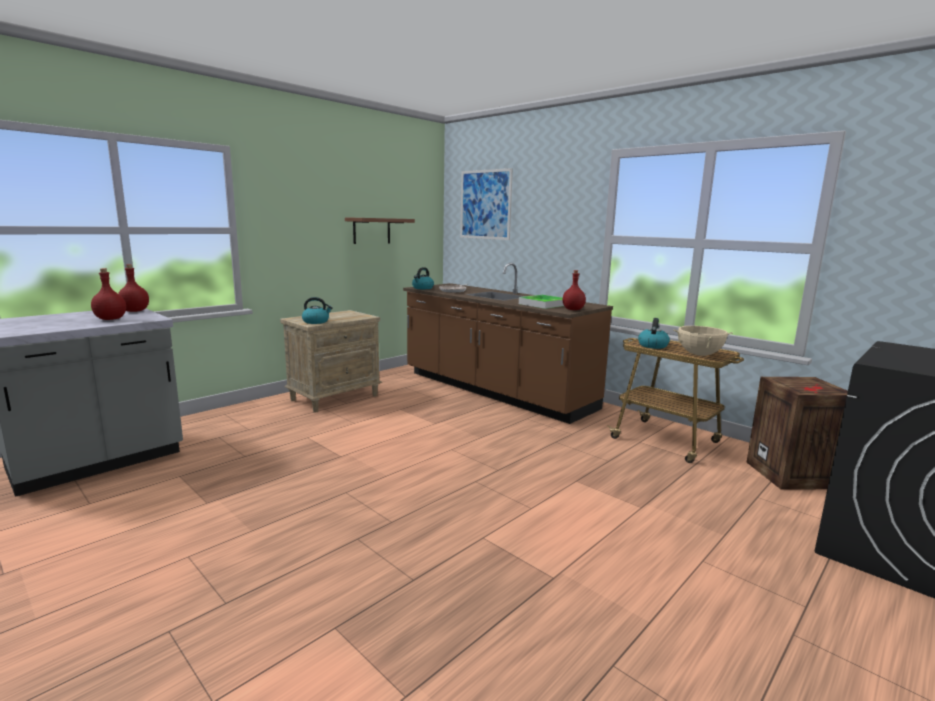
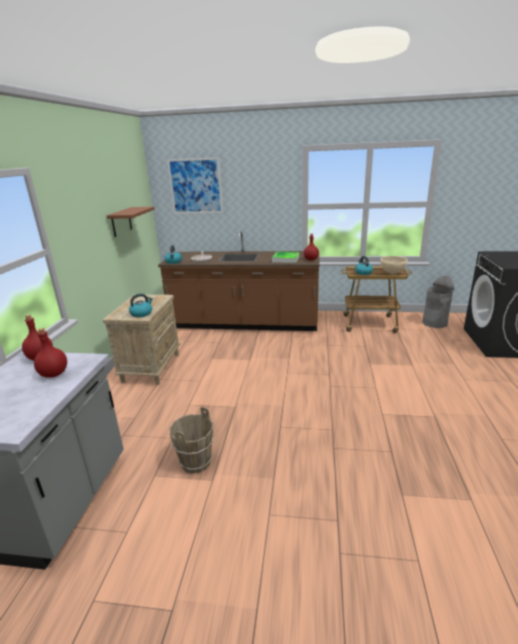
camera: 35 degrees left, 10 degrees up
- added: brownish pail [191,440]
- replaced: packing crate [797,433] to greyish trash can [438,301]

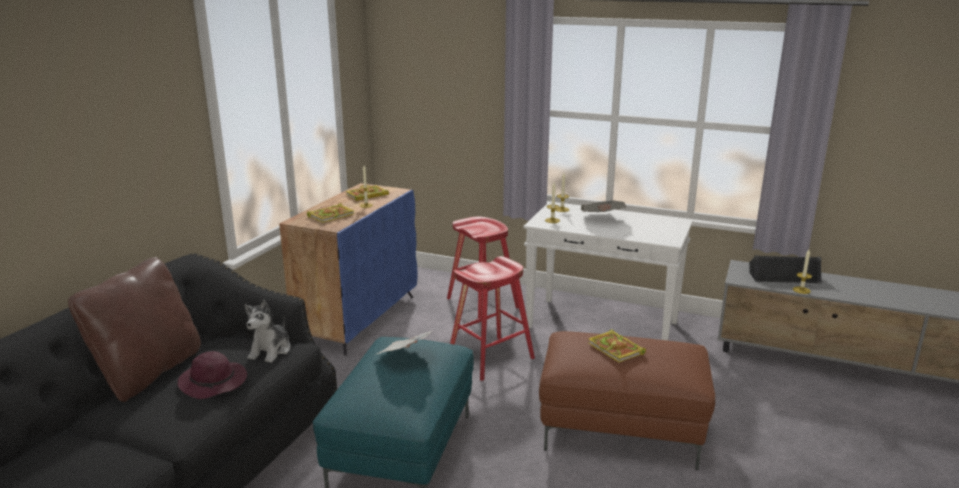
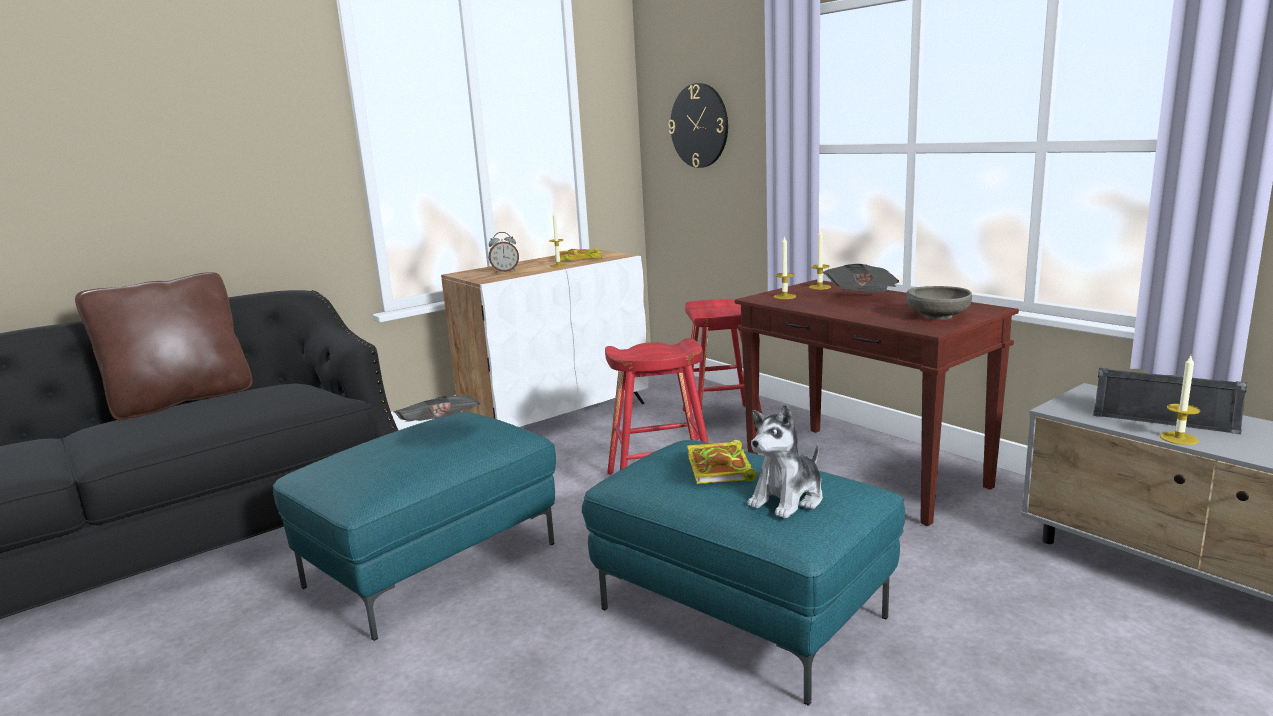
camera: 30 degrees right, 5 degrees down
- removed: purple wearable hat [212,375]
- added: clock on the wall [698,125]
- added: greyish deep dish [939,303]
- moved: plush toy [267,331] to [785,461]
- replaced: book [330,213] to bedside clock [504,252]
- recoloured: blue-coloured storage cabinet [348,269] to white storage cabinet [545,338]
- recoloured: white narrow table [608,271] to brownish narrow table [877,403]
- recoloured: brownish pouffe [627,400] to blue-green pouffe [743,573]

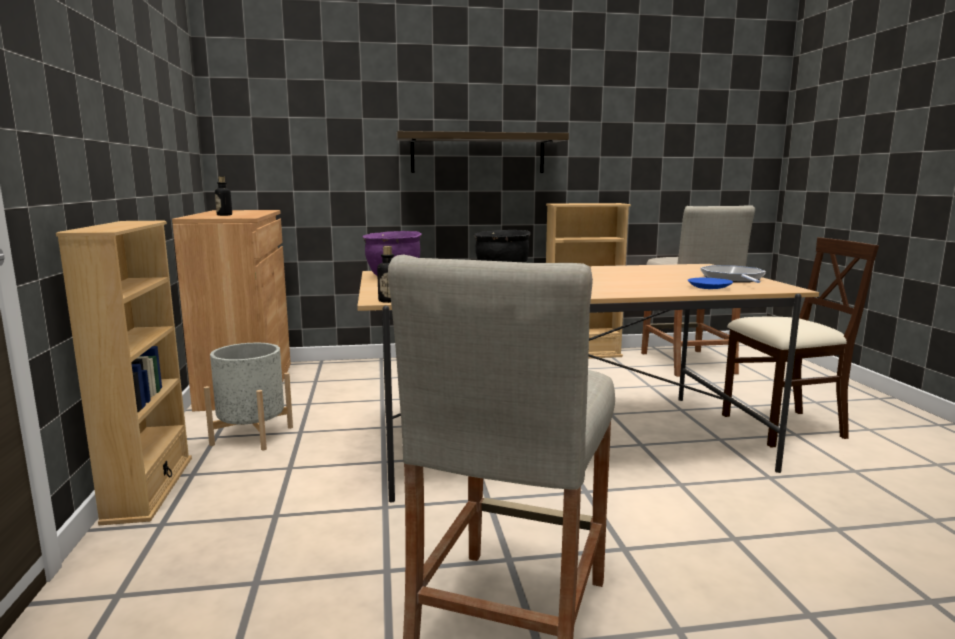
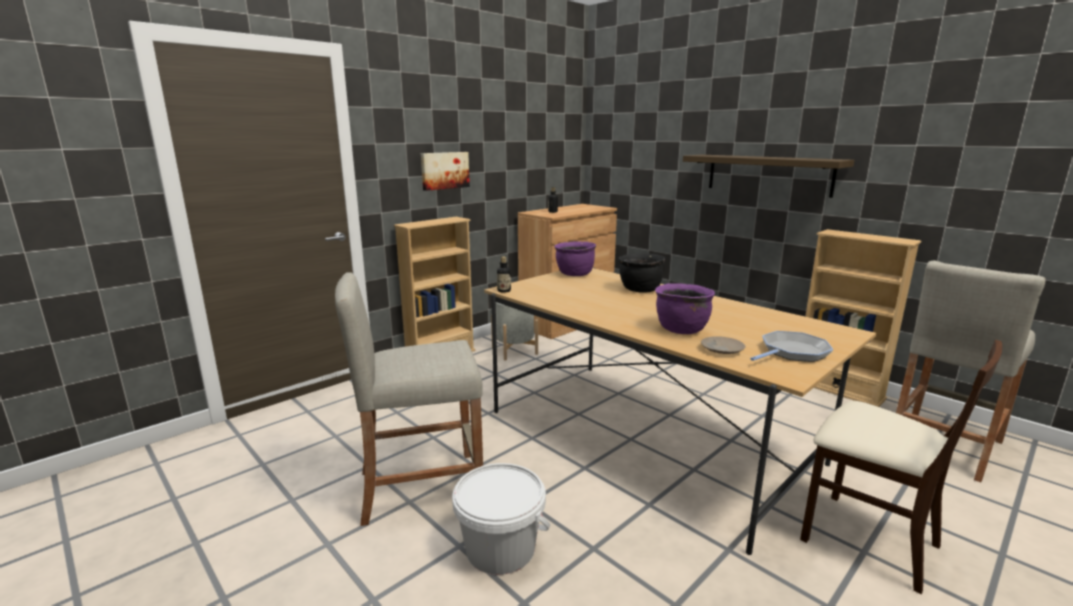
camera: 55 degrees right, 5 degrees up
- added: wall art [445,171]
- added: white pail [501,519]
- added: purple stockpot [685,308]
- recoloured: blue-coloured dinner plate [710,283] to sand-coloured dinner plate [723,345]

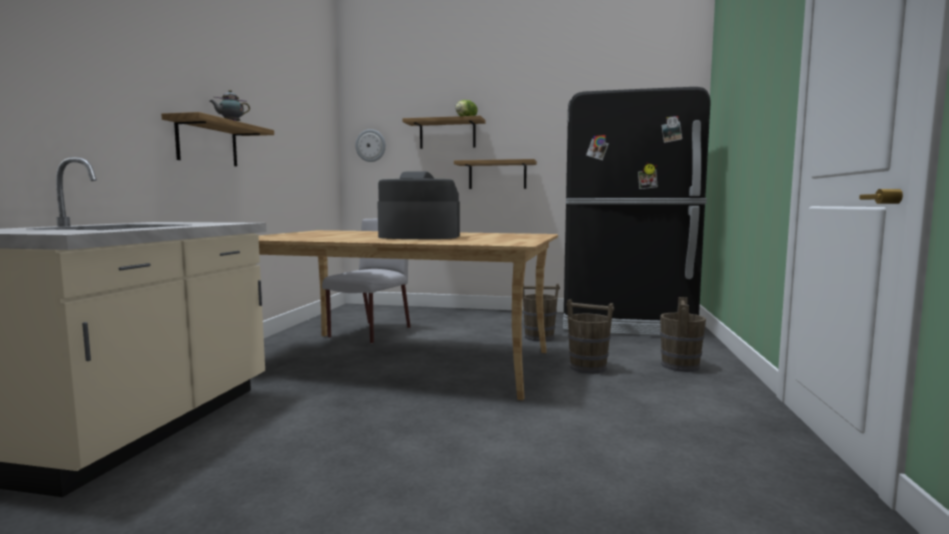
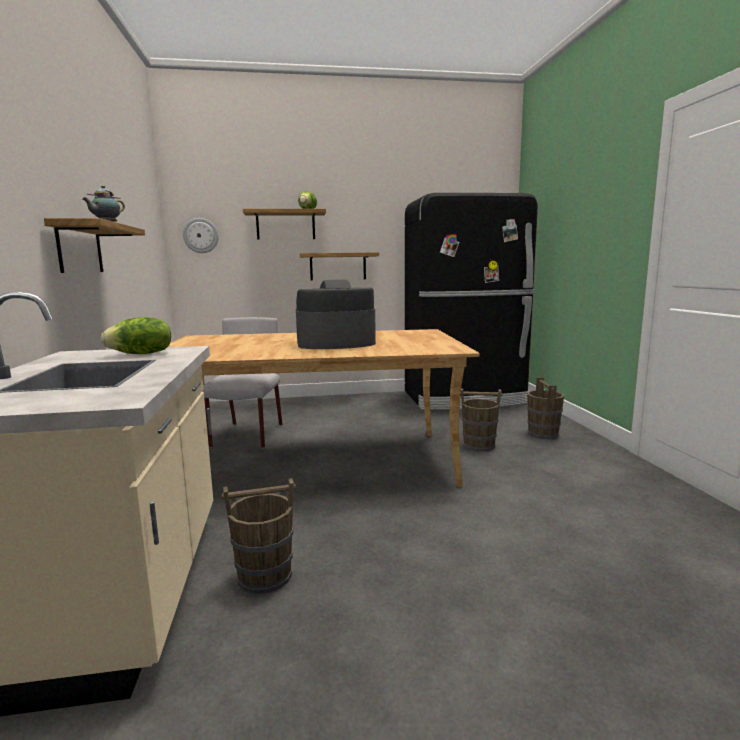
camera: 20 degrees left, 5 degrees up
- added: lettuce [136,335]
- moved: brownish pail [541,312] to [258,536]

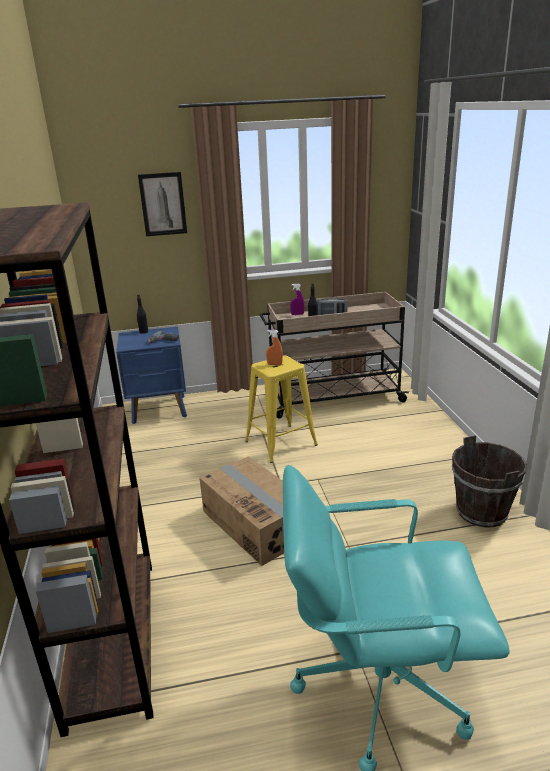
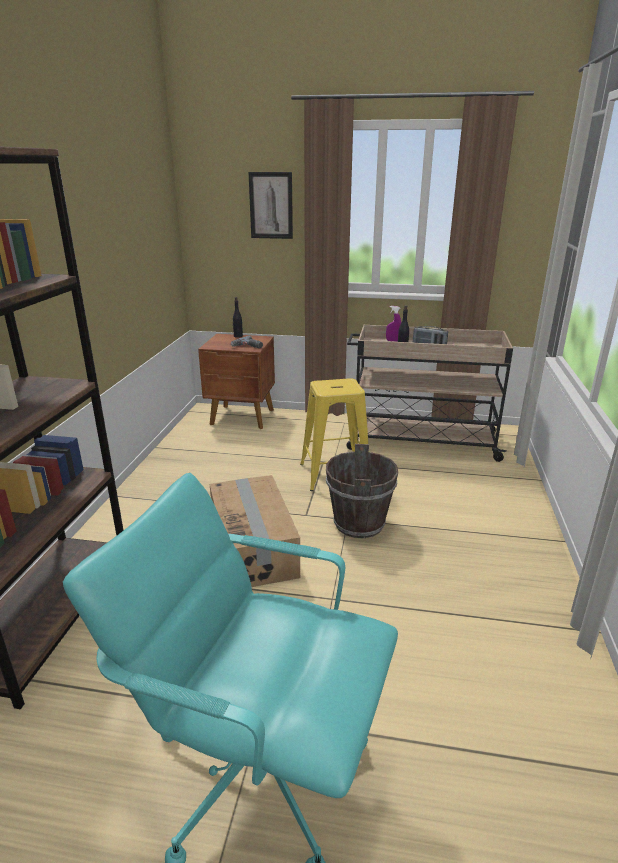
camera: 20 degrees right, 0 degrees up
- removed: orange hand sprayer [274,347]
- moved: brownish pail [489,481] to [362,491]
- recoloured: blue-coloured nightstand [151,375] to brownish nightstand [236,381]

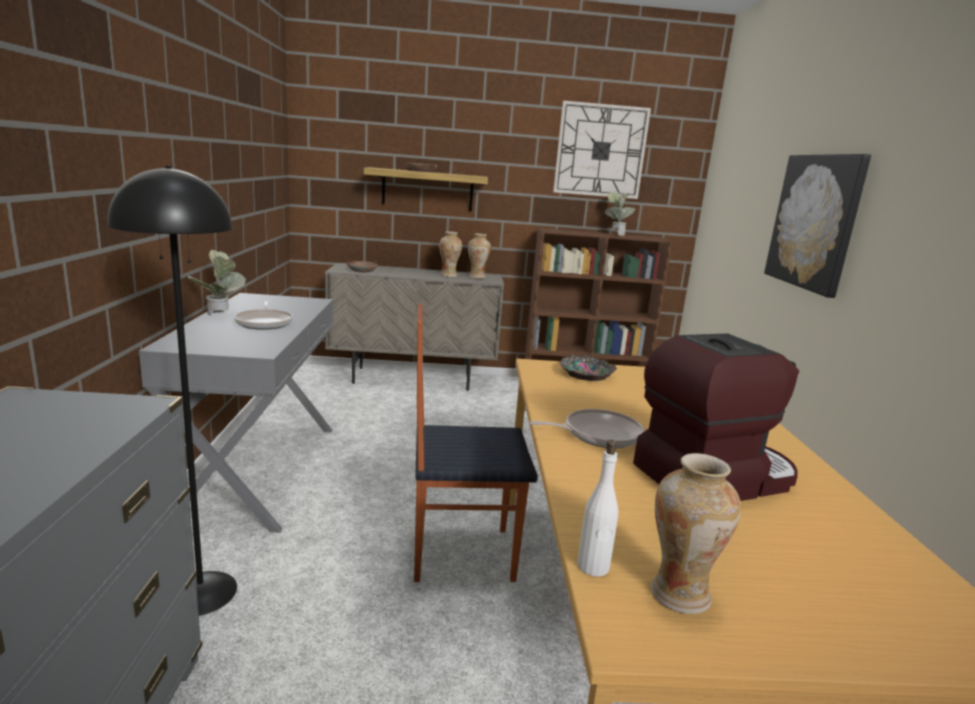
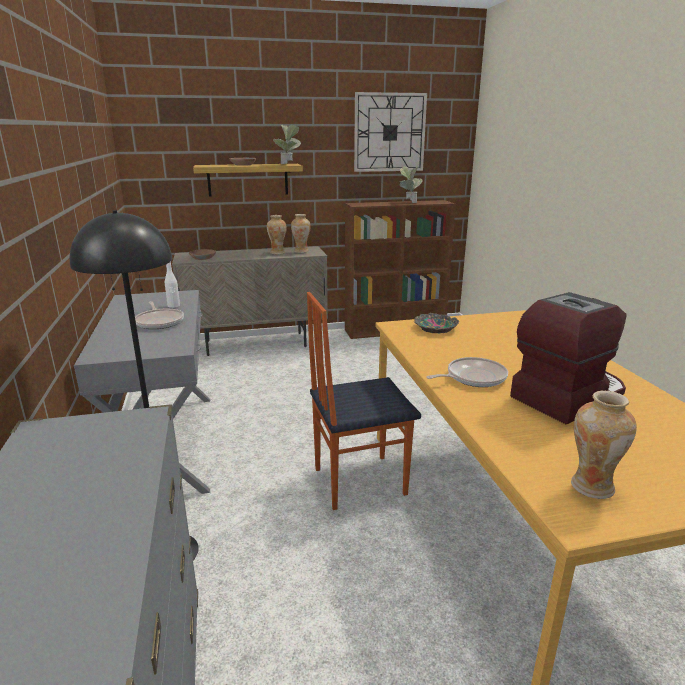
camera: 10 degrees left, 5 degrees up
- removed: wall art [817,226]
- moved: plant in a pot [217,282] to [287,144]
- moved: white beverage bottle [598,508] to [172,285]

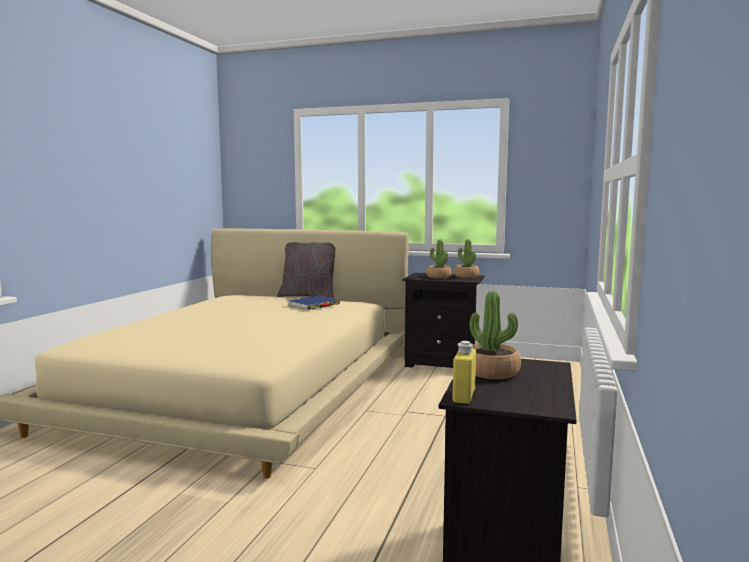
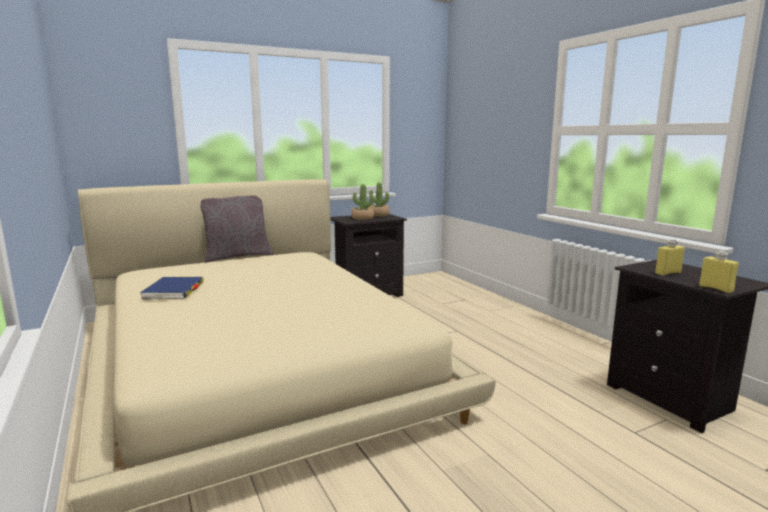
camera: 45 degrees left, 5 degrees up
- moved: blue-coloured book [314,303] to [172,288]
- replaced: plant in a pot [495,335] to yellowish beverage bottle [670,257]

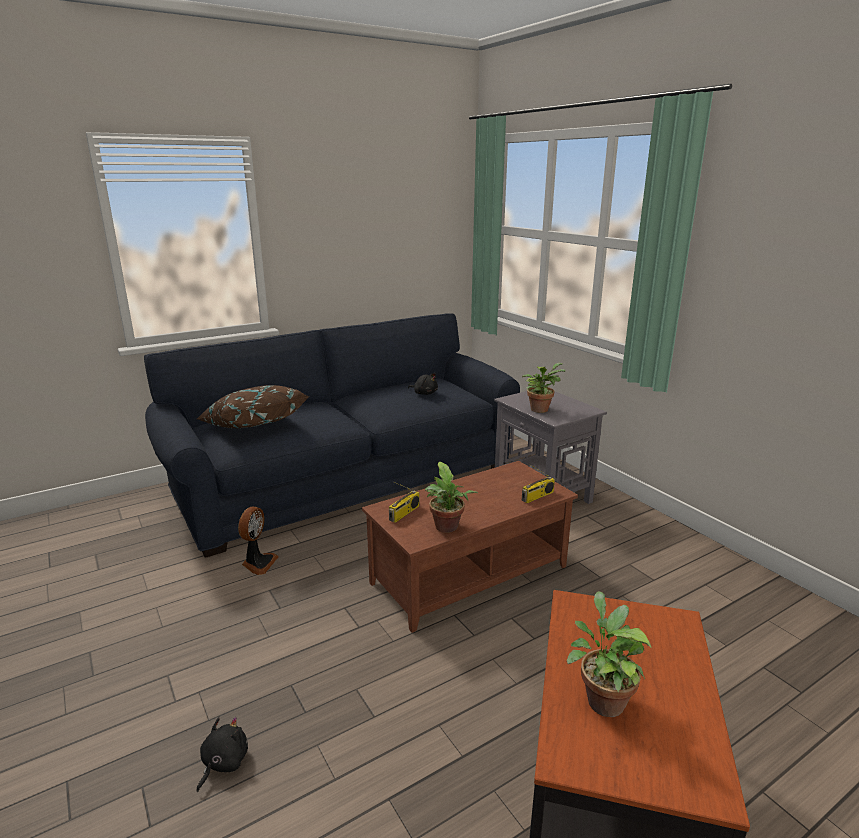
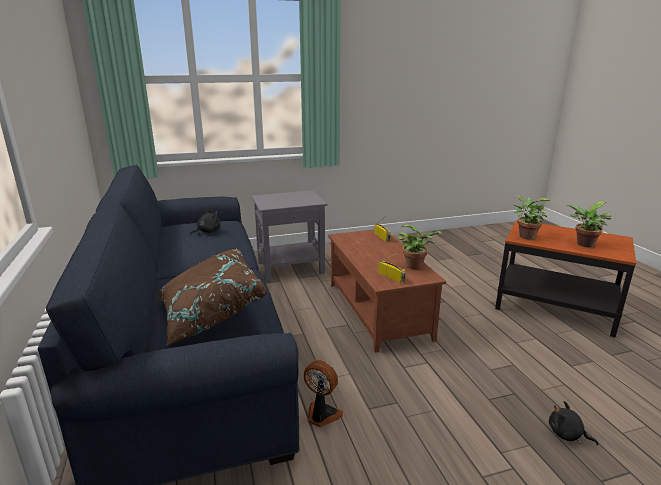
camera: 75 degrees left, 0 degrees up
- moved: plant in a pot [543,388] to [532,217]

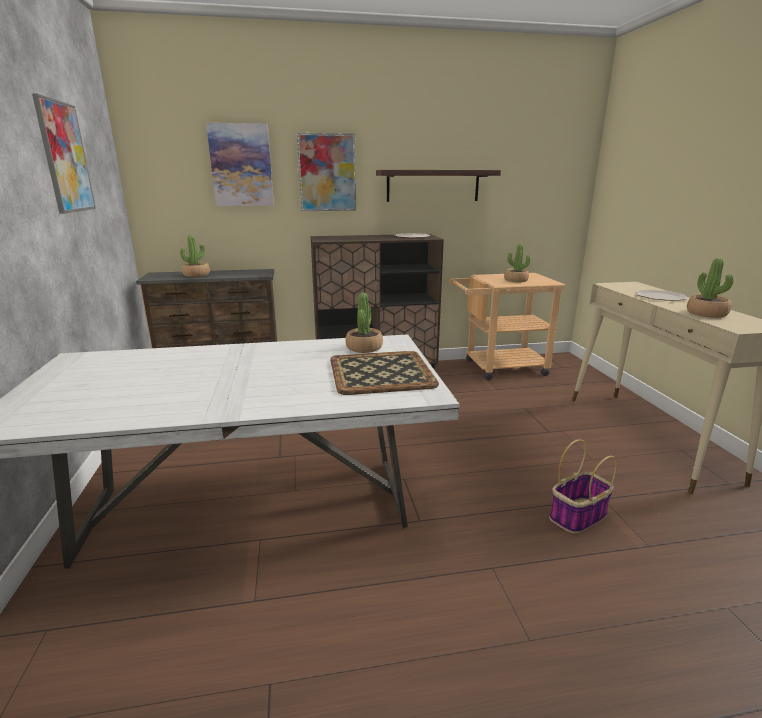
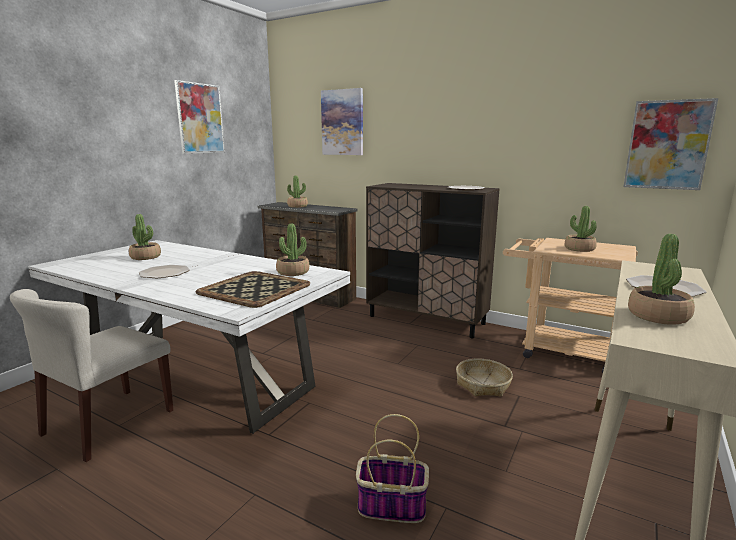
camera: 40 degrees right, 5 degrees down
- removed: shelf [438,186]
- added: sand-coloured plain chair [91,375]
- added: plant in a pot [145,237]
- added: dinner plate [164,271]
- added: household basket [484,377]
- moved: wall art [326,172] to [670,144]

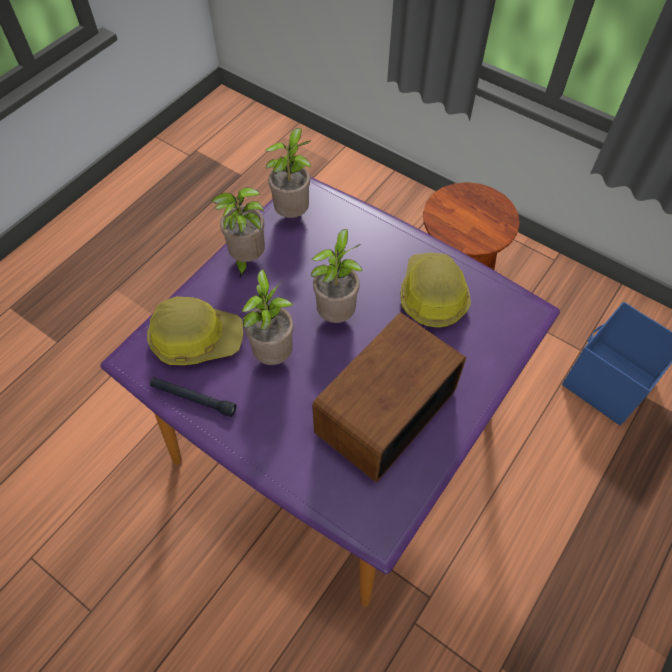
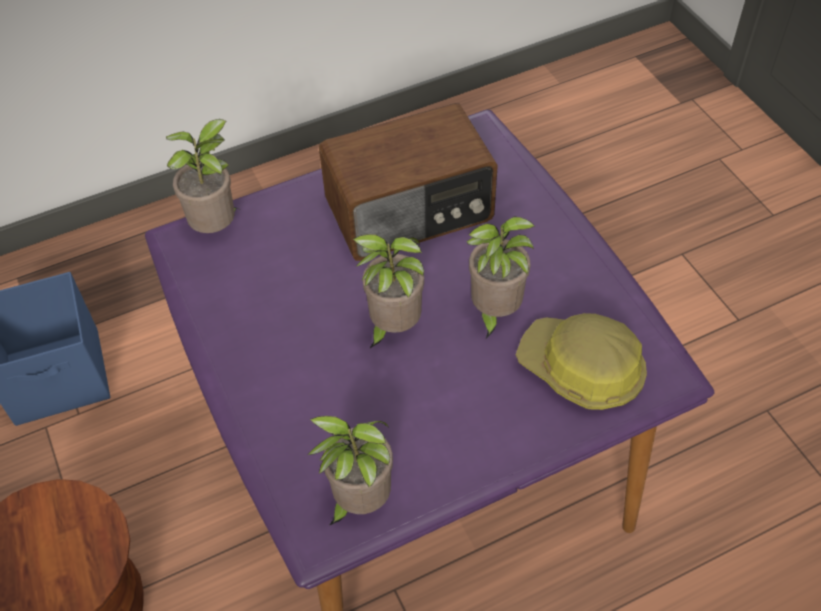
camera: 150 degrees left, 5 degrees down
- removed: black-coloured hand torch [193,397]
- removed: safety helmet [436,290]
- moved: plant in a pot [238,233] to [202,176]

